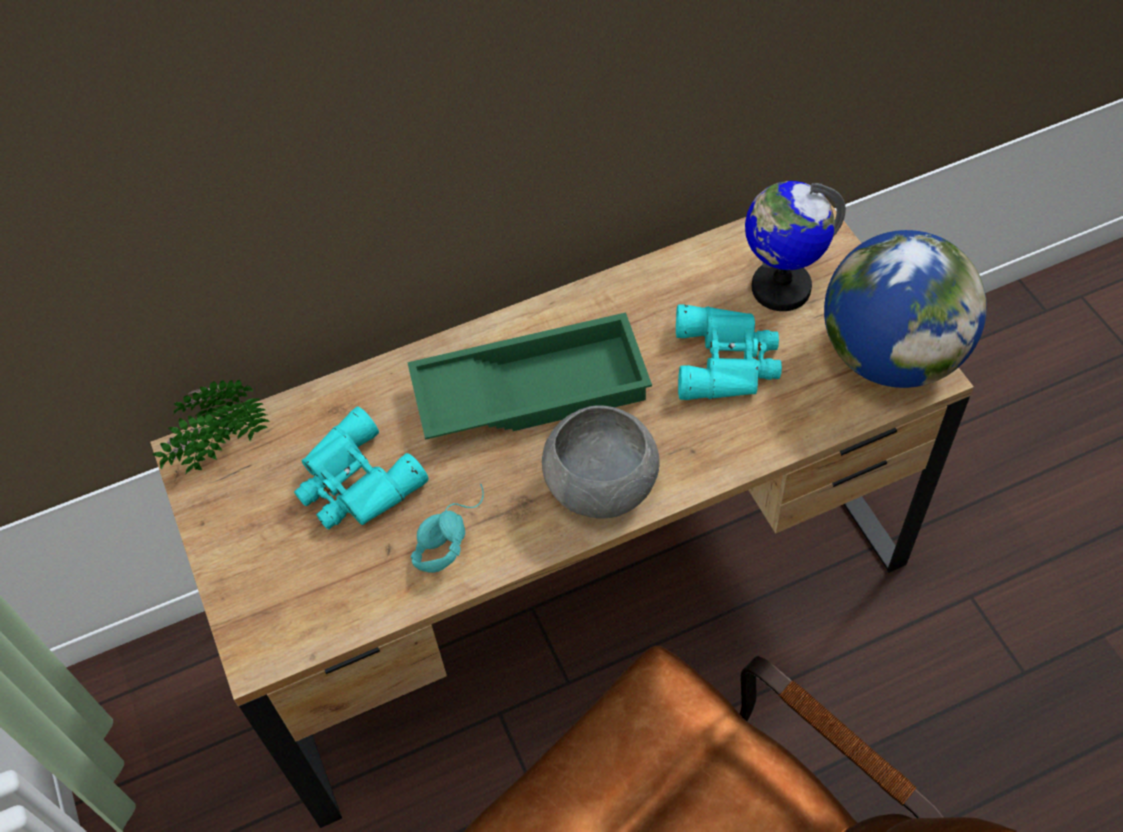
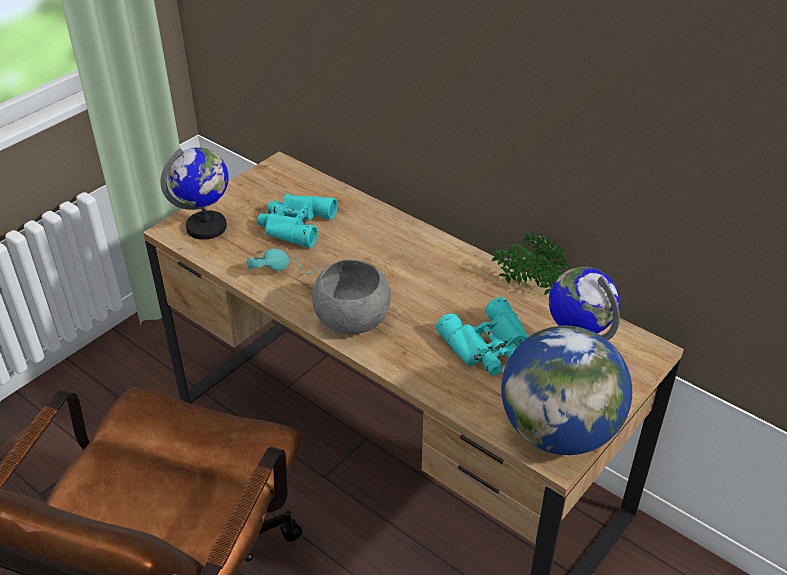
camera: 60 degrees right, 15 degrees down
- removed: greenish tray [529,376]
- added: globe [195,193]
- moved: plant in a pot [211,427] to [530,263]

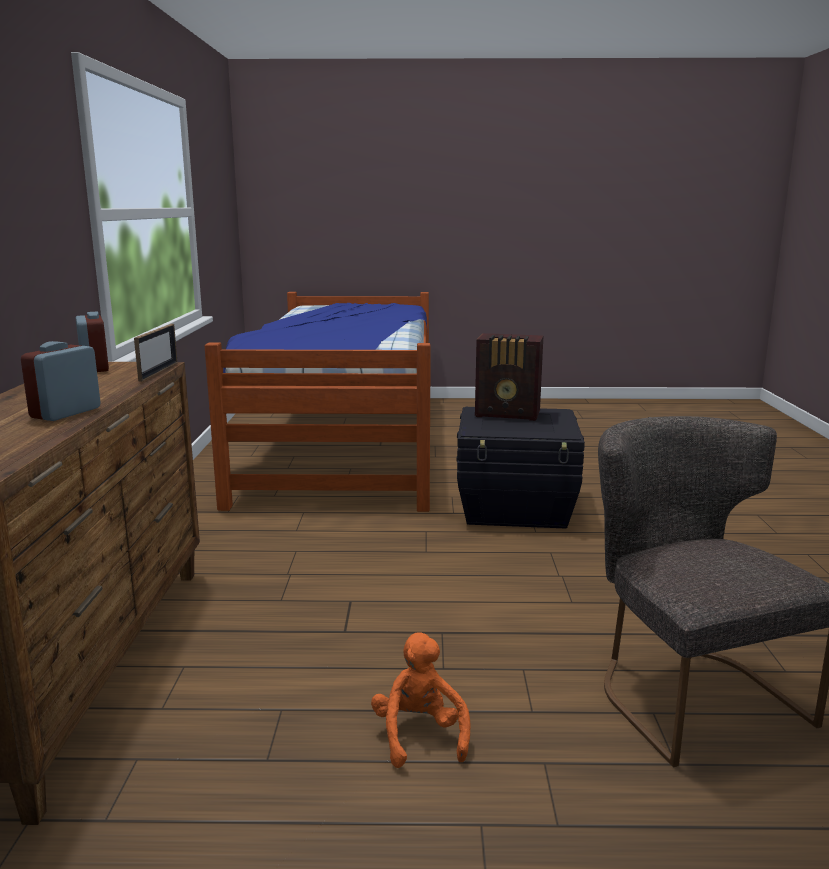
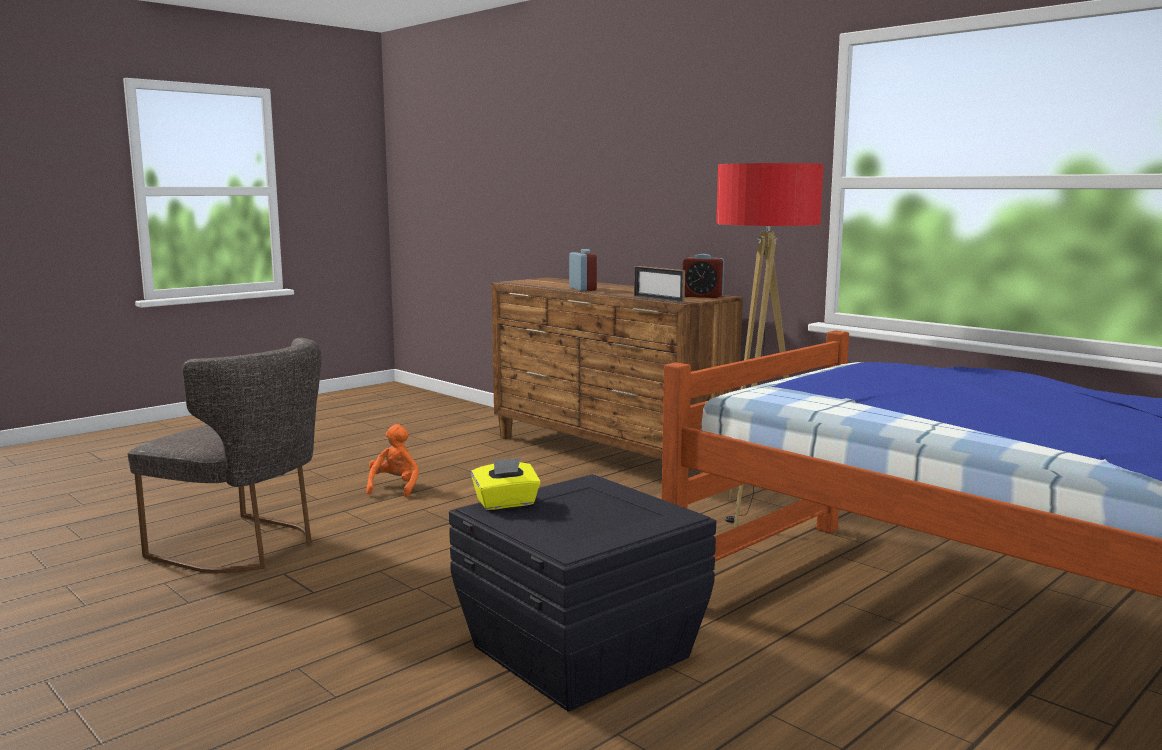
camera: 135 degrees right, 5 degrees down
- removed: radio set [509,377]
- added: yellowish tissue holder [506,484]
- added: standing lamp [770,345]
- turned: orange plush toy [421,700] = [392,460] 120 degrees counterclockwise

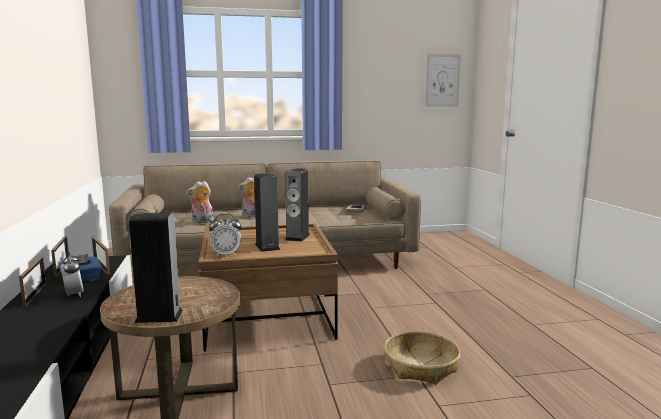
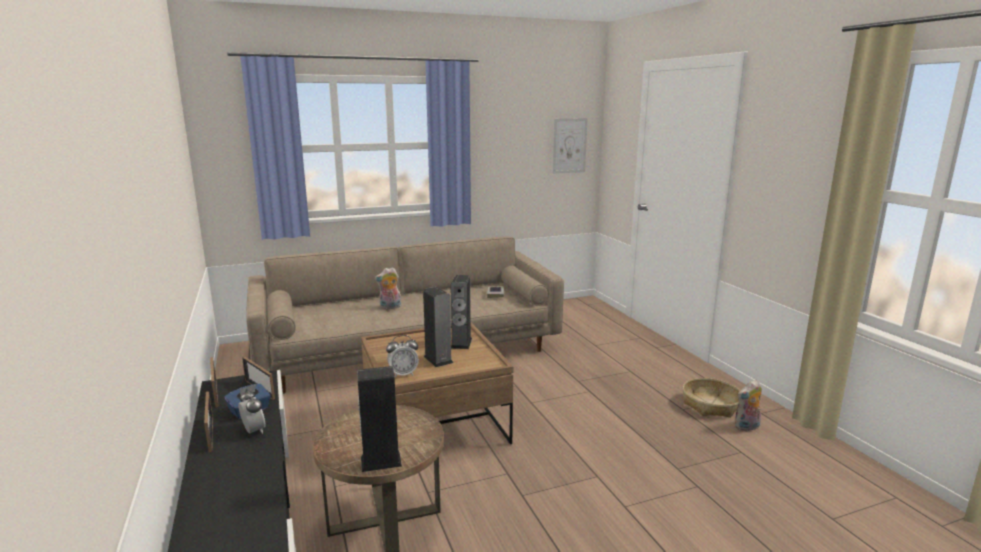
camera: 10 degrees left, 5 degrees up
- moved: plush toy [200,202] to [748,405]
- moved: household basket [422,358] to [711,398]

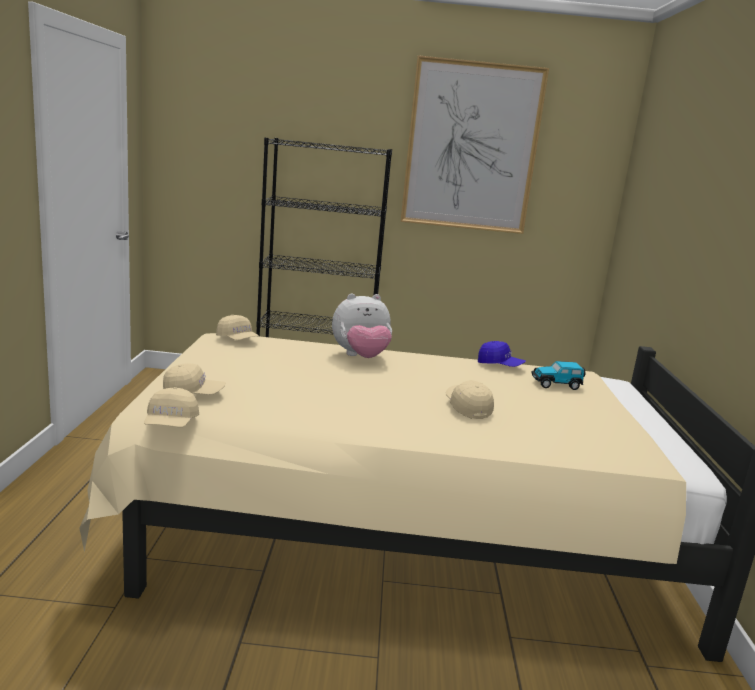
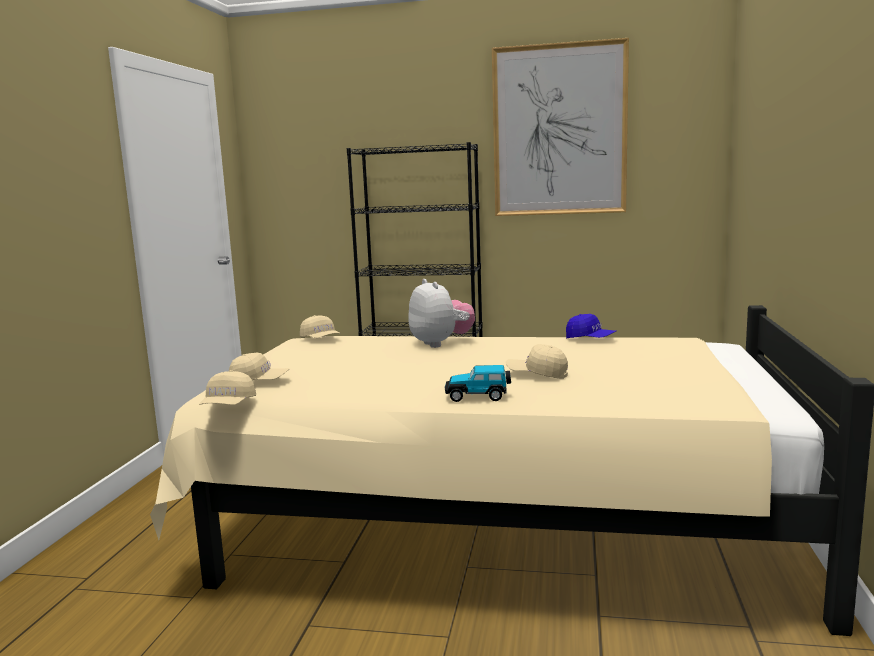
camera: 10 degrees right, 5 degrees down
- moved: model car [558,375] to [478,383]
- turned: plush toy [362,325] = [441,313] 105 degrees counterclockwise
- turned: sand-coloured cap [469,399] = [537,361] 60 degrees counterclockwise

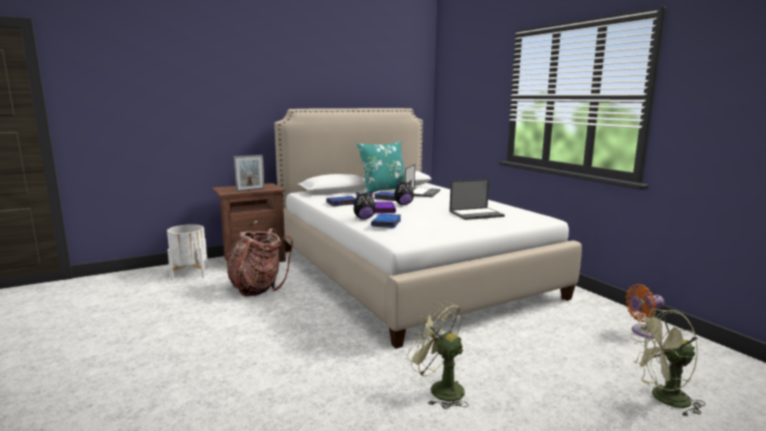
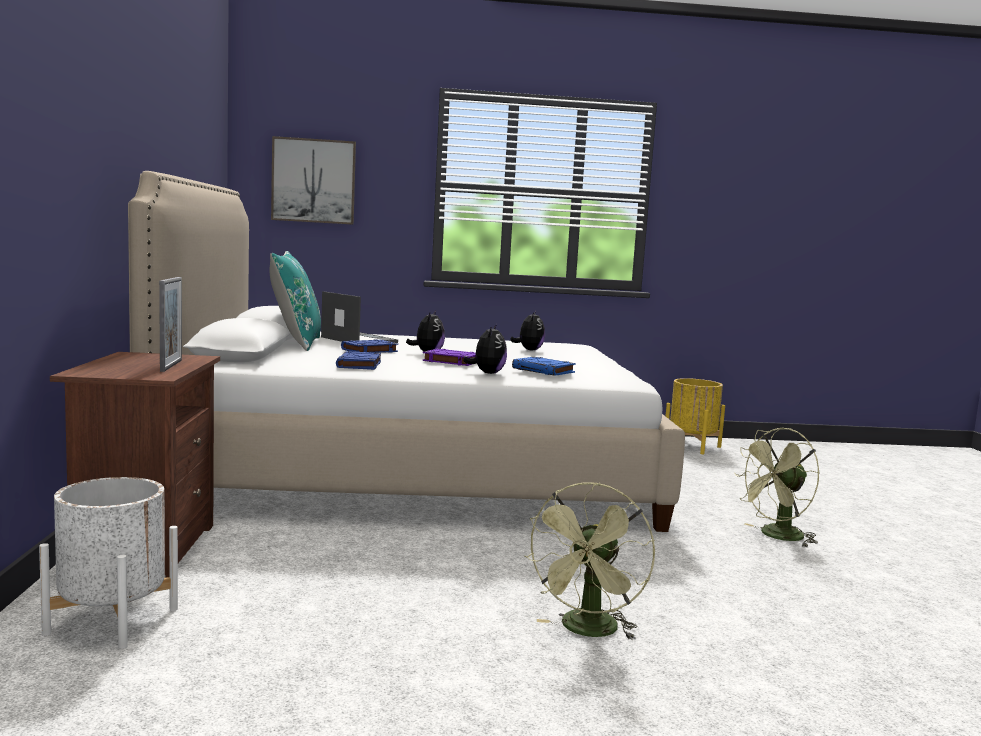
camera: 65 degrees left, 5 degrees down
- removed: rucksack [259,262]
- added: wall art [313,180]
- moved: greenish fan [668,362] to [589,561]
- replaced: portable computer [477,199] to plush toy [527,331]
- replaced: orange fan [644,311] to yellowish flower pot [695,416]

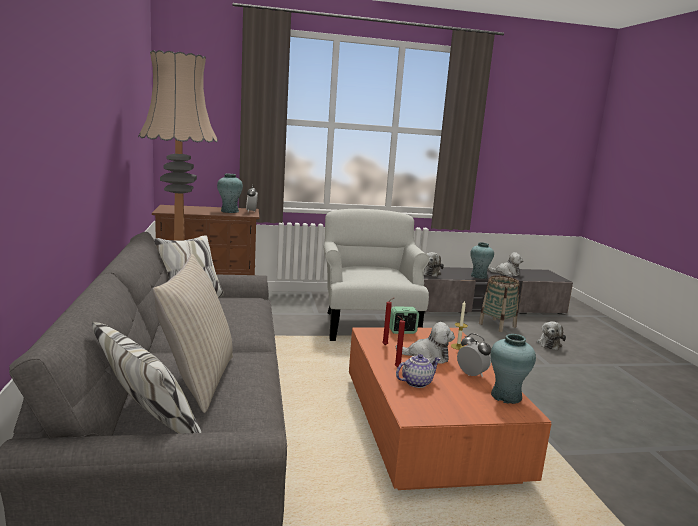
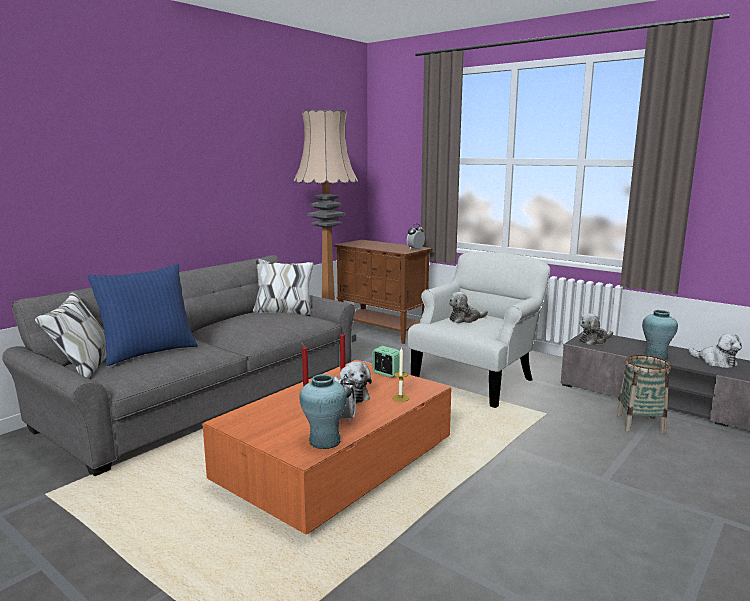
camera: 50 degrees right, 0 degrees up
- removed: blue-green flower vase [230,193]
- removed: tea pot [418,371]
- moved: plush toy [551,335] to [468,307]
- recoloured: sand-coloured pillow [193,333] to blue-coloured pillow [142,314]

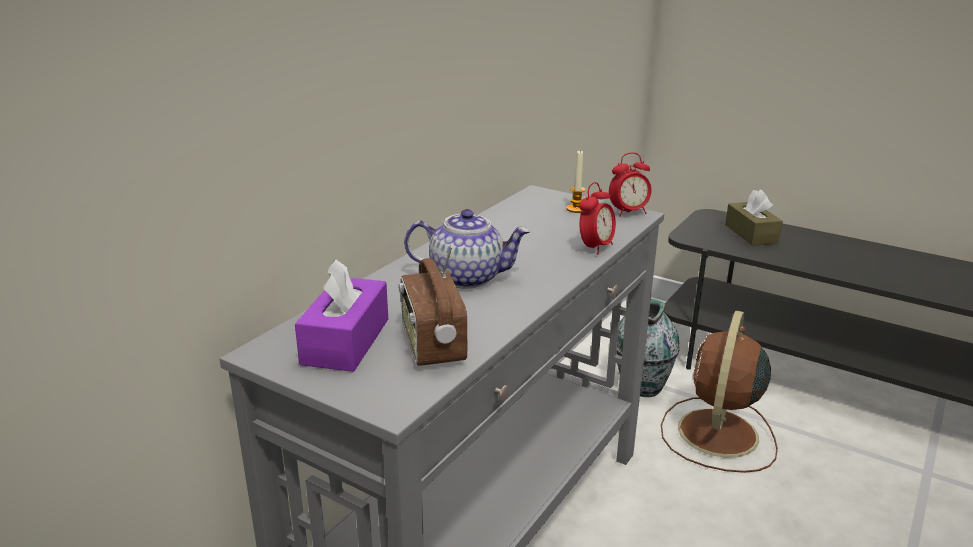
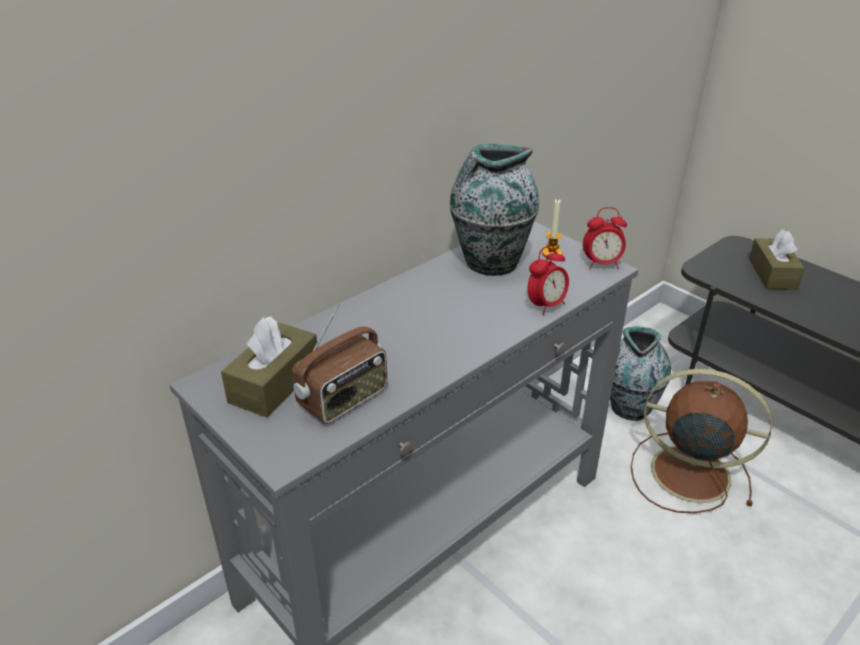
camera: 15 degrees right, 10 degrees up
- removed: tea pot [467,248]
- added: flower vase [494,210]
- recoloured: purple tissue holder [341,315] to brownish tissue holder [269,367]
- turned: radio set [433,306] = [339,364] 135 degrees counterclockwise
- turned: brownish fan [719,392] = [701,441] 75 degrees clockwise

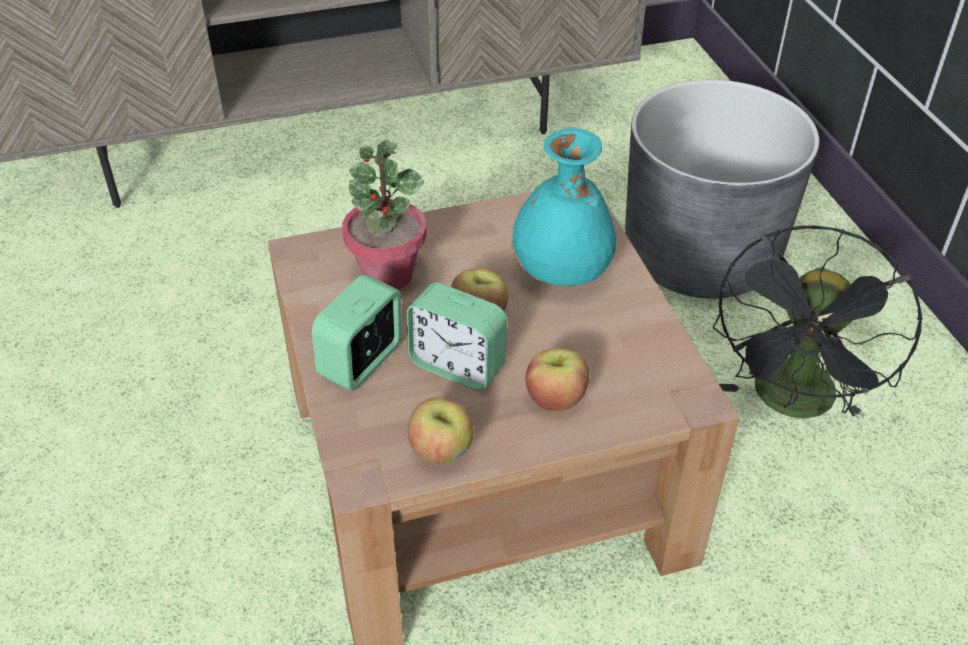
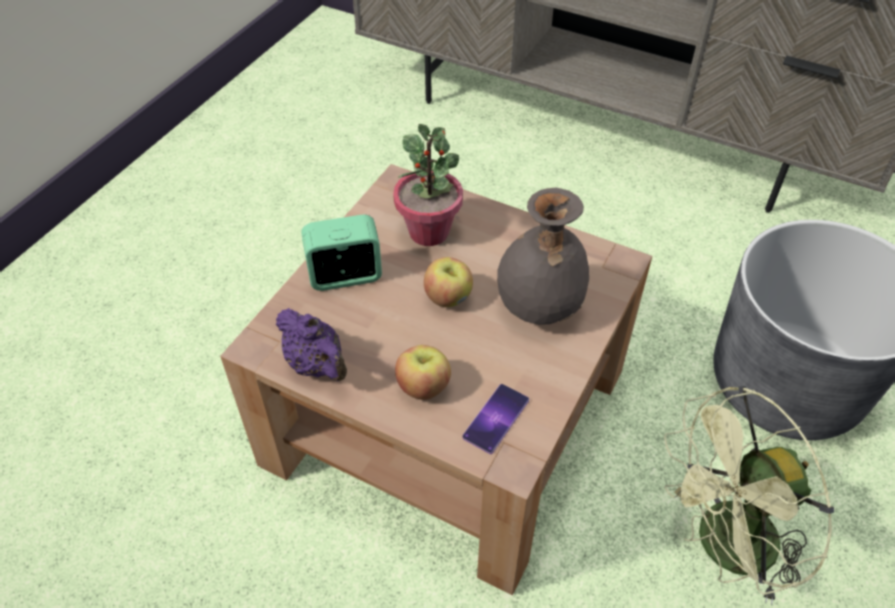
camera: 45 degrees right, 5 degrees up
- removed: bedside clock [457,336]
- added: telephone [495,419]
- replaced: whole apple [440,431] to purple tea pot [311,344]
- recoloured: blue-green flower vase [563,207] to greyish flower vase [543,256]
- recoloured: black-coloured fan [817,323] to greenish fan [749,495]

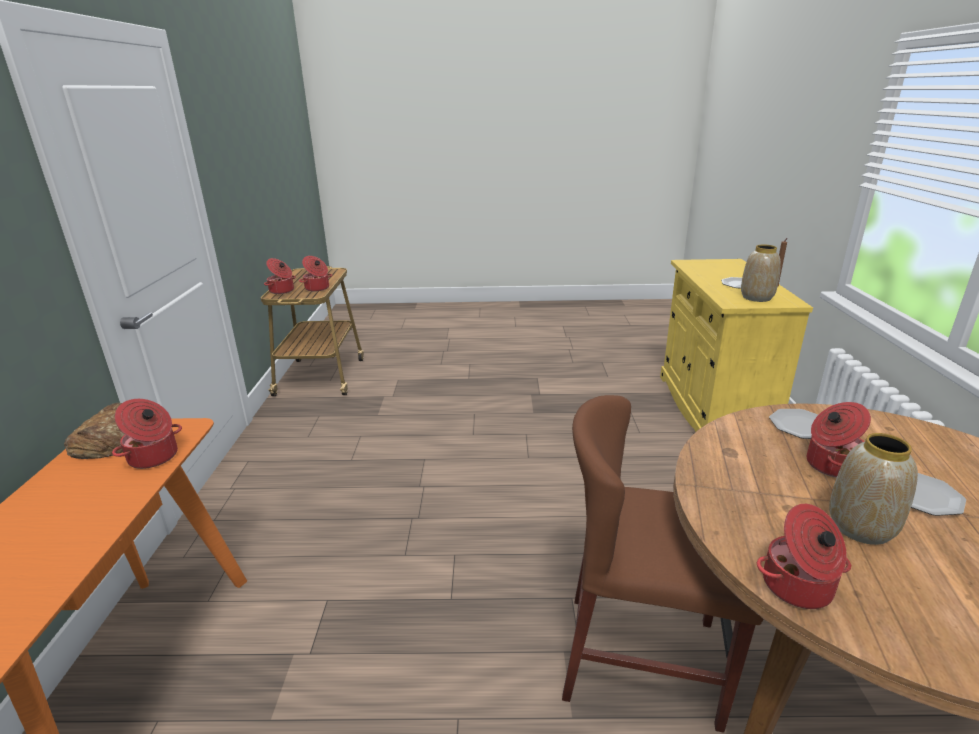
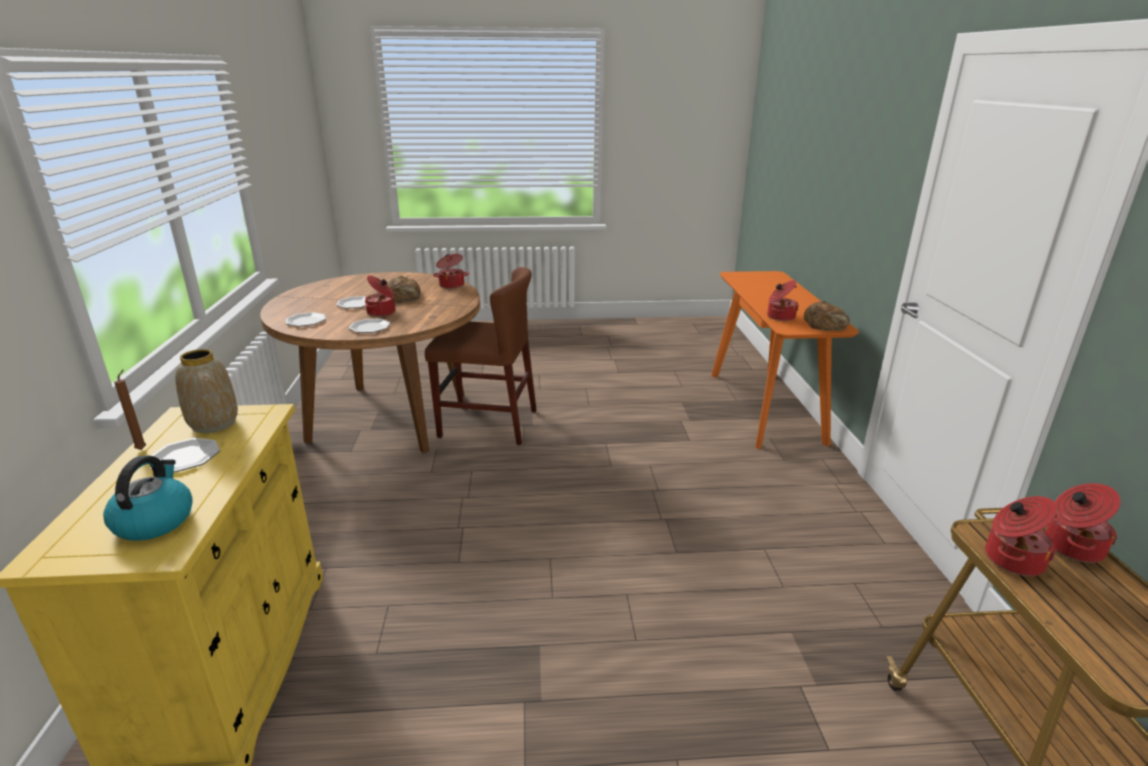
camera: 175 degrees right, 0 degrees up
- added: water kettle [148,498]
- added: dinner plate [306,319]
- replaced: flower vase [873,489] to bread [403,289]

